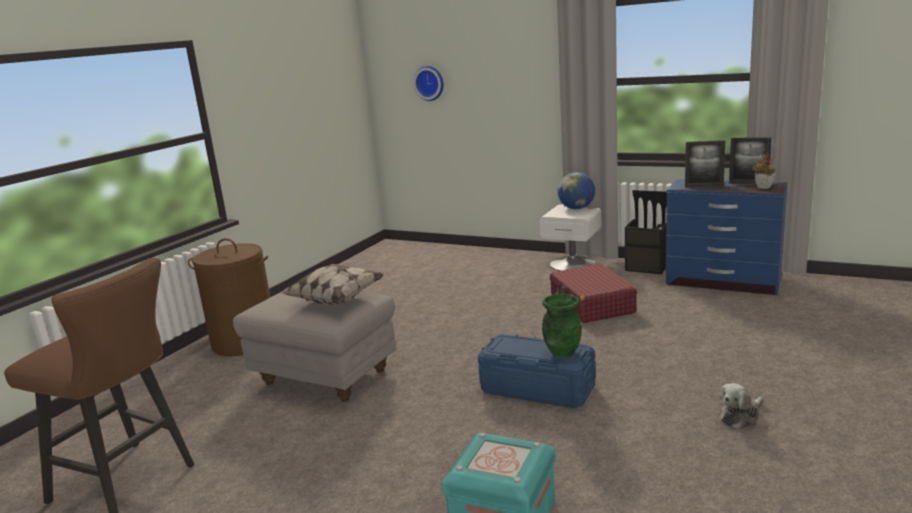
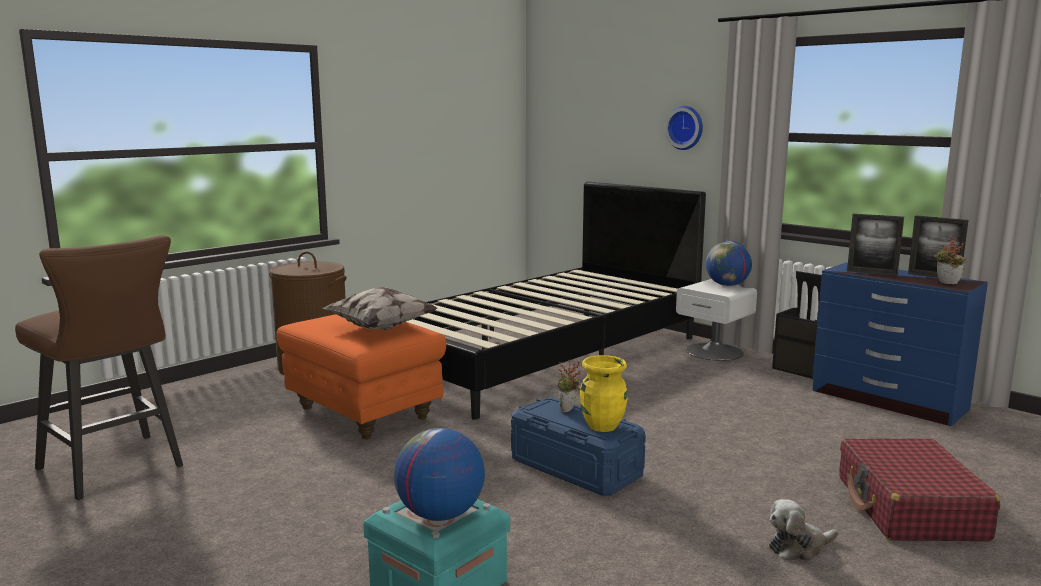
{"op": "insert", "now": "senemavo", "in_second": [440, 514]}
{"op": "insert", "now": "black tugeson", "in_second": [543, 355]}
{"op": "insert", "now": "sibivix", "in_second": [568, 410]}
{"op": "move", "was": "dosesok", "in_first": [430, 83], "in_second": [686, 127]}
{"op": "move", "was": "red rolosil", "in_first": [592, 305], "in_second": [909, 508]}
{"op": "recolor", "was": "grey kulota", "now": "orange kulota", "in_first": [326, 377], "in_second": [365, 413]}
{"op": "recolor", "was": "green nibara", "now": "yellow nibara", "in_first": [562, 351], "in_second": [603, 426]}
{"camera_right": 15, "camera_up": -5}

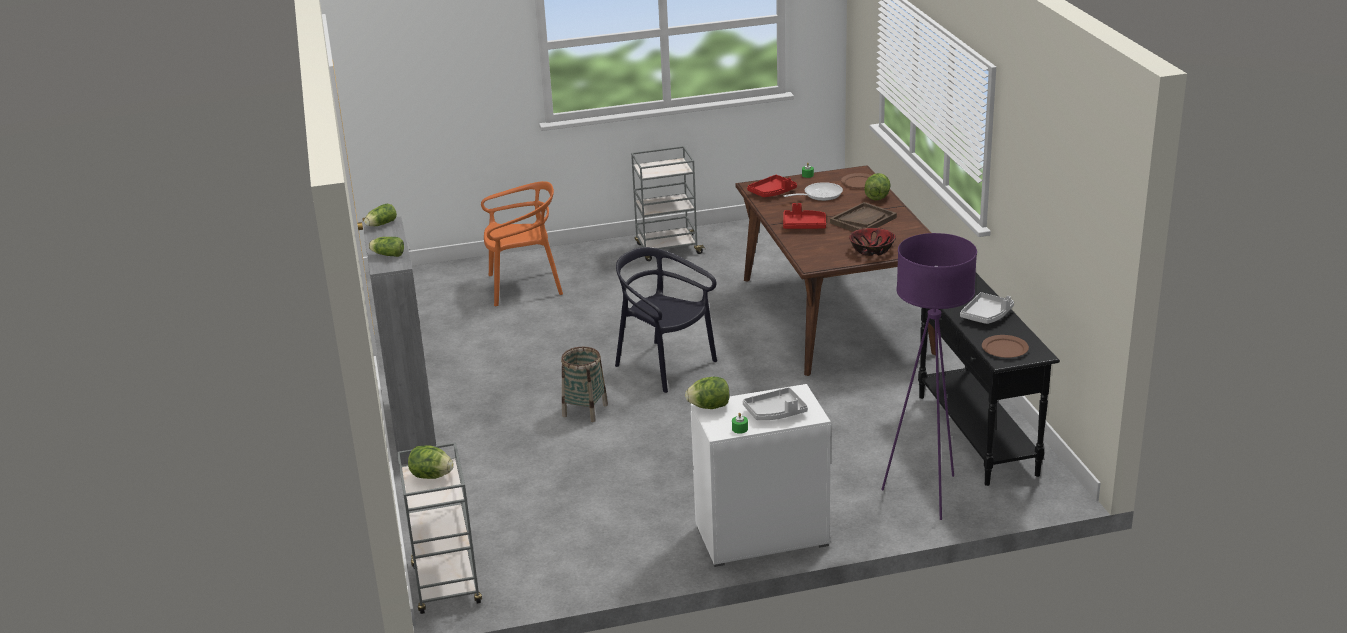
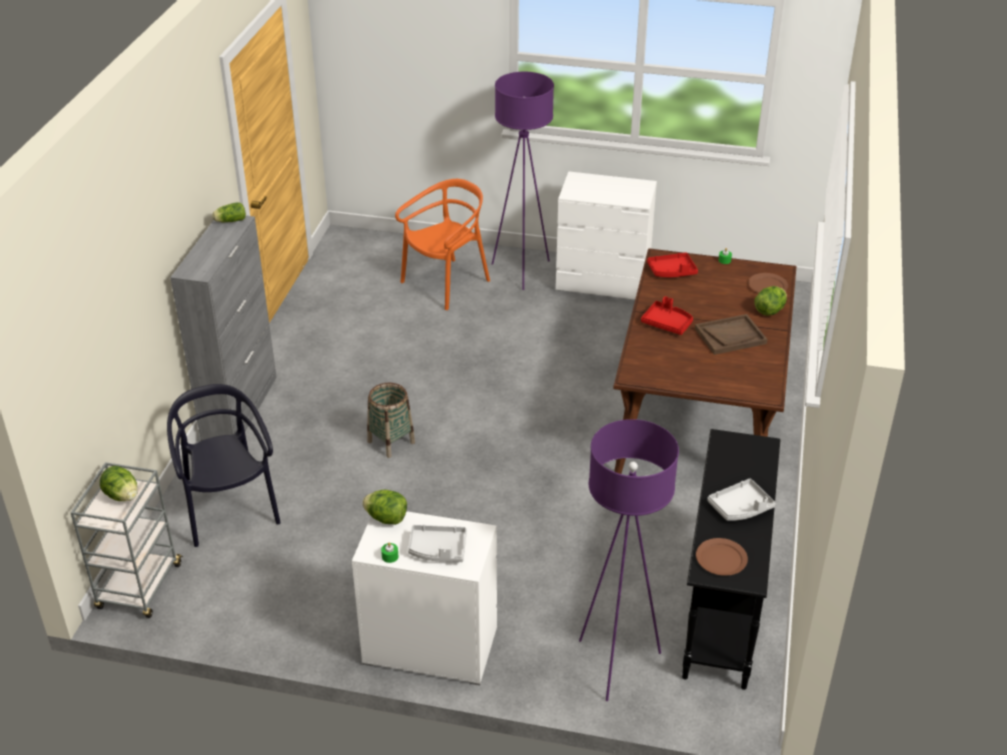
{"op": "delete", "was": "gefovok", "in_first": [387, 254]}
{"op": "delete", "was": "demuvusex", "in_first": [819, 195]}
{"op": "delete", "was": "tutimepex", "in_first": [871, 250]}
{"op": "insert", "now": "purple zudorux", "in_second": [522, 271]}
{"op": "move", "was": "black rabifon", "in_first": [664, 366], "in_second": [229, 510]}
{"op": "replace", "was": "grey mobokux", "now": "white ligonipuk", "in_first": [667, 249], "in_second": [603, 282]}
{"op": "rotate", "was": "orange rabifon", "in_first": [524, 286], "in_second": [446, 284], "clockwise": -60}
{"camera_right": 25, "camera_up": 10}

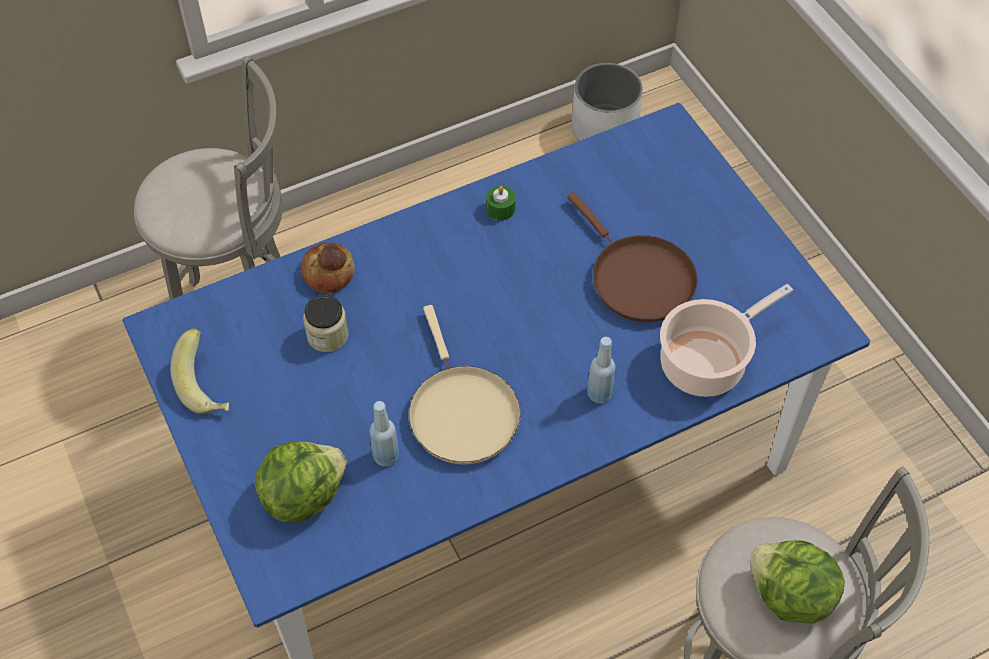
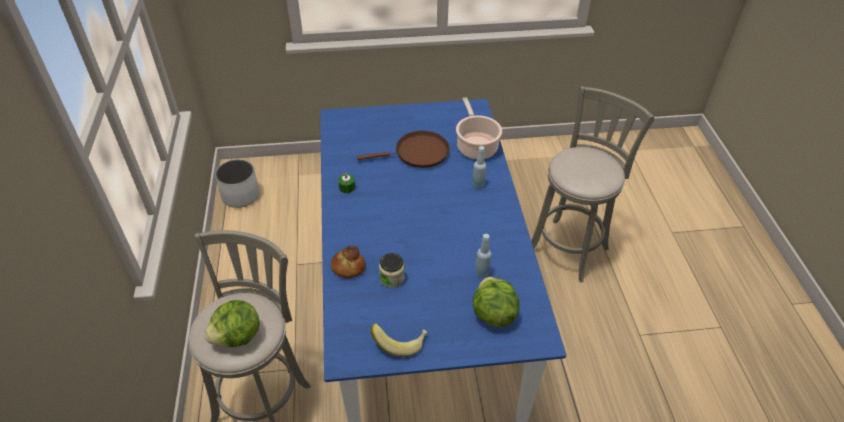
{"op": "delete", "was": "beige demuvusex", "in_first": [461, 412]}
{"op": "move", "was": "gefovok", "in_first": [790, 596], "in_second": [238, 337]}
{"camera_right": -70, "camera_up": -10}

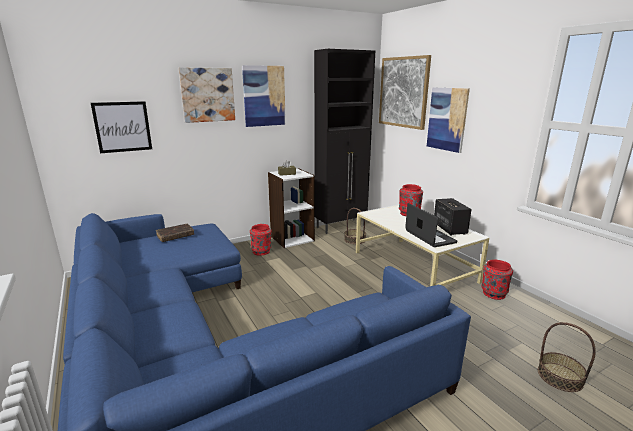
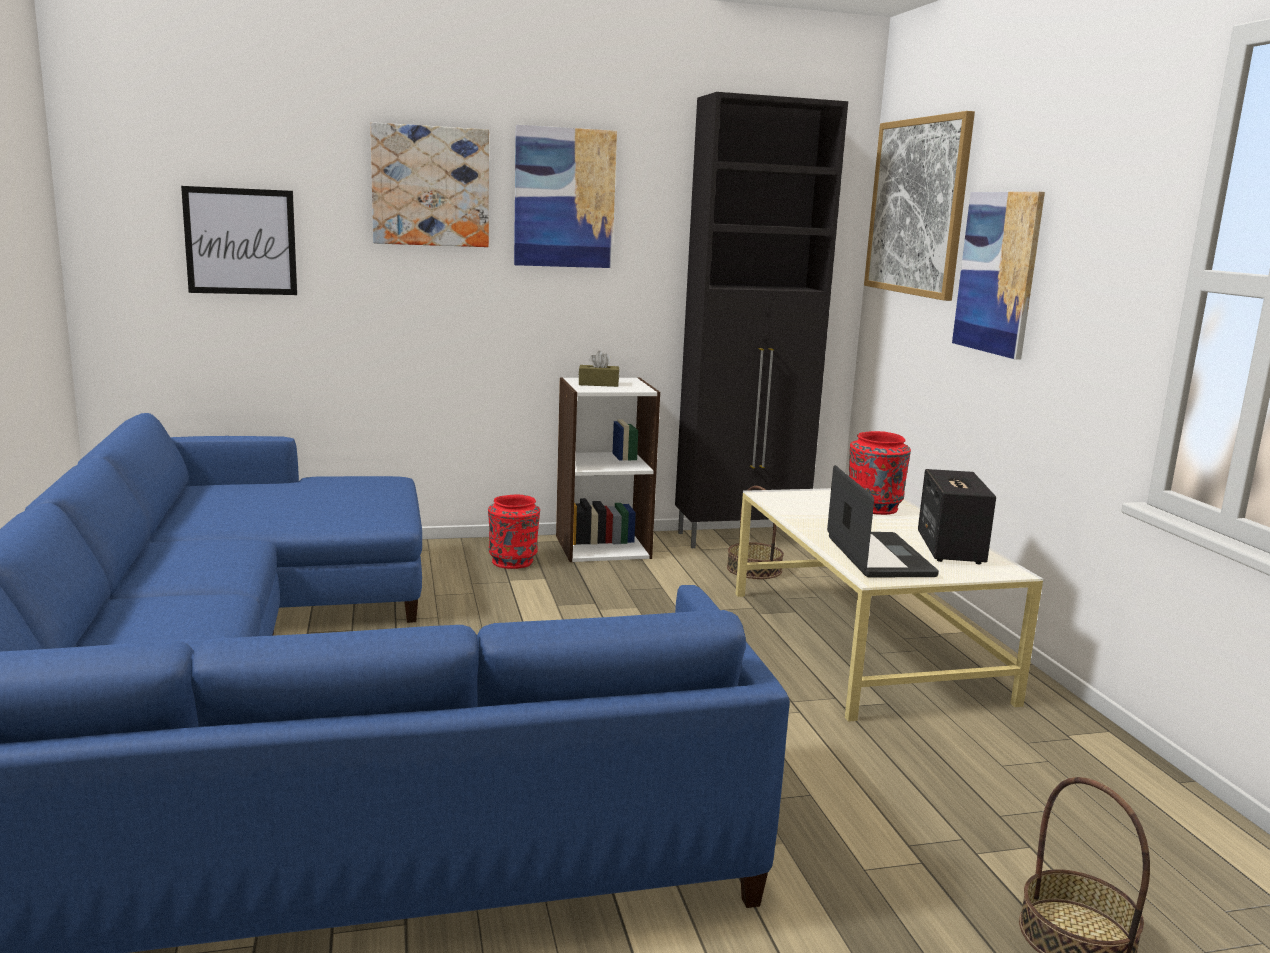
{"op": "delete", "was": "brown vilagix", "in_first": [175, 236]}
{"op": "delete", "was": "red nibara", "in_first": [493, 294]}
{"camera_right": 15, "camera_up": -5}

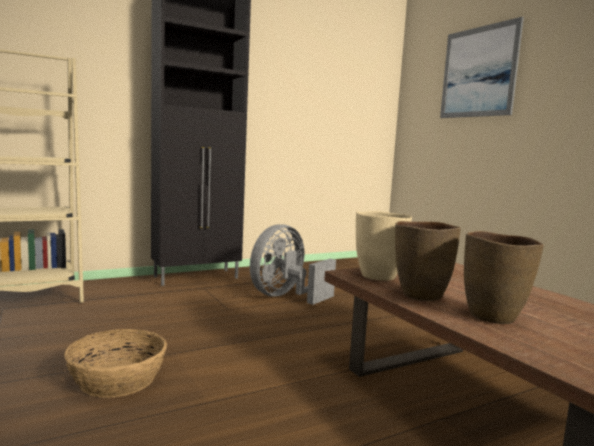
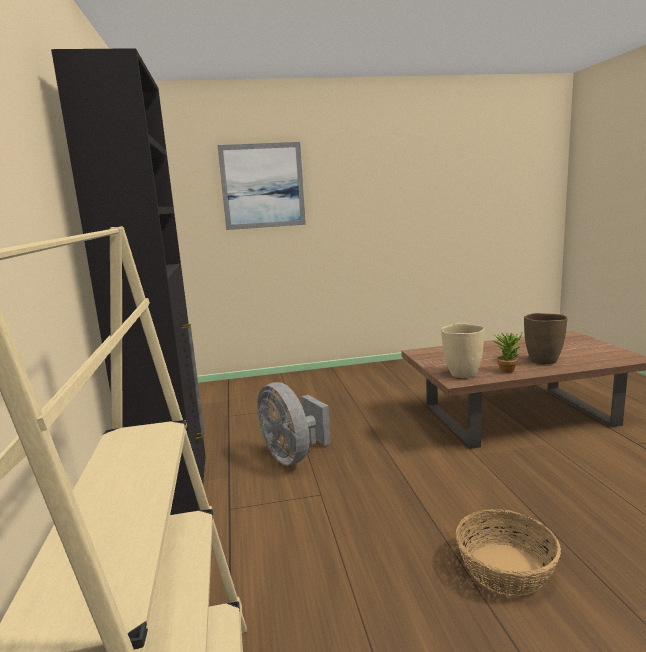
{"op": "replace", "was": "brown nibara", "now": "sibivix", "in_first": [420, 295], "in_second": [507, 369]}
{"camera_right": -70, "camera_up": 5}

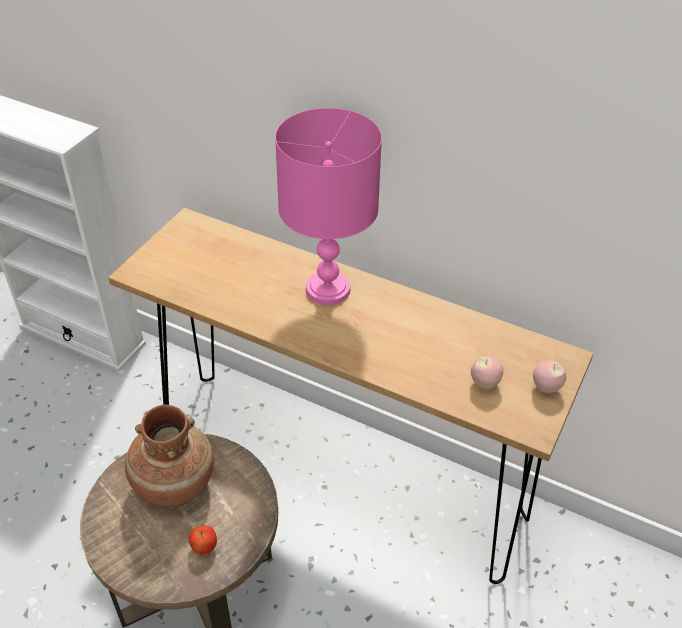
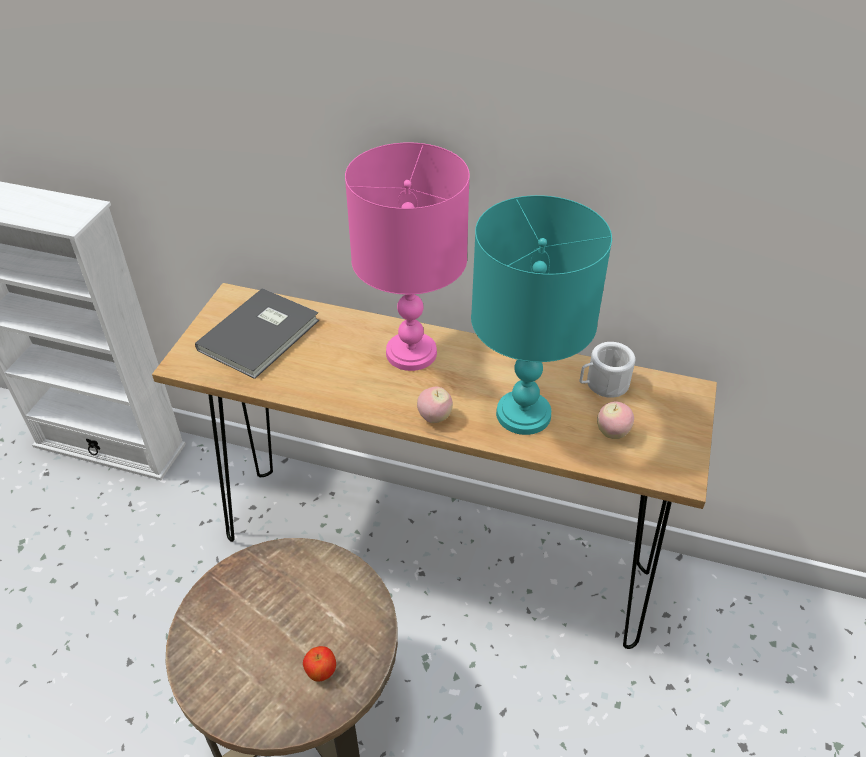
{"op": "delete", "was": "brown nibara", "in_first": [173, 482]}
{"op": "insert", "now": "grey vilagix", "in_second": [262, 335]}
{"op": "insert", "now": "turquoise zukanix", "in_second": [523, 415]}
{"op": "insert", "now": "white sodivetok", "in_second": [602, 384]}
{"op": "move", "was": "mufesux", "in_first": [546, 387], "in_second": [434, 417]}
{"camera_right": -10, "camera_up": 0}

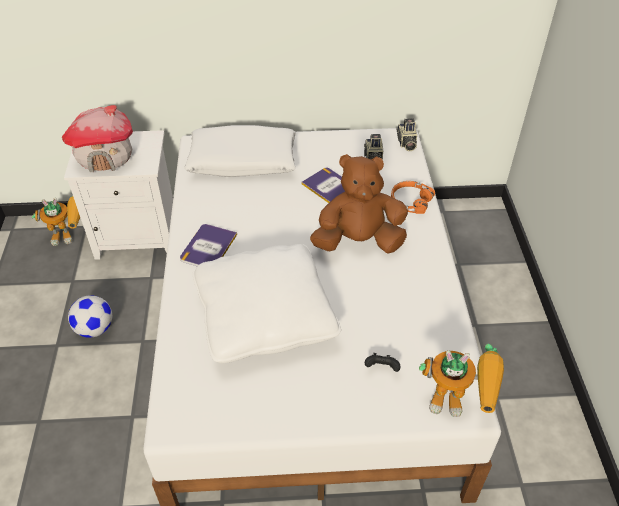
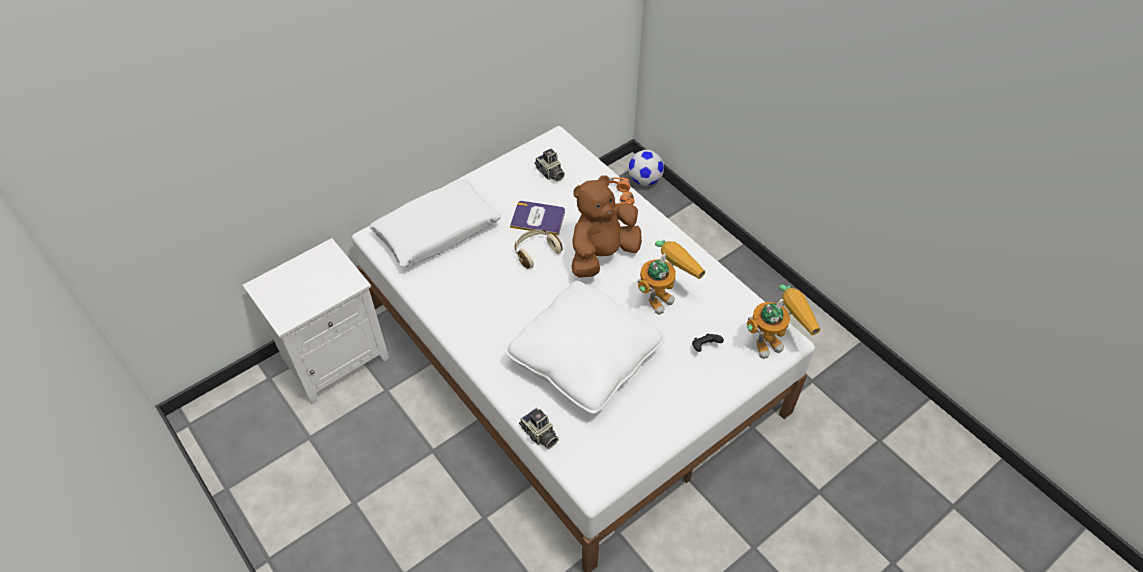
{"op": "delete", "was": "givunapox", "in_first": [106, 157]}
{"op": "delete", "was": "vilagix", "in_first": [208, 247]}
{"op": "insert", "now": "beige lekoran", "in_second": [536, 252]}
{"op": "move", "was": "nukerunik", "in_first": [71, 235], "in_second": [663, 294]}
{"op": "move", "was": "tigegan", "in_first": [95, 329], "in_second": [645, 180]}
{"op": "move", "was": "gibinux", "in_first": [406, 143], "in_second": [539, 435]}
{"camera_right": -35, "camera_up": 5}

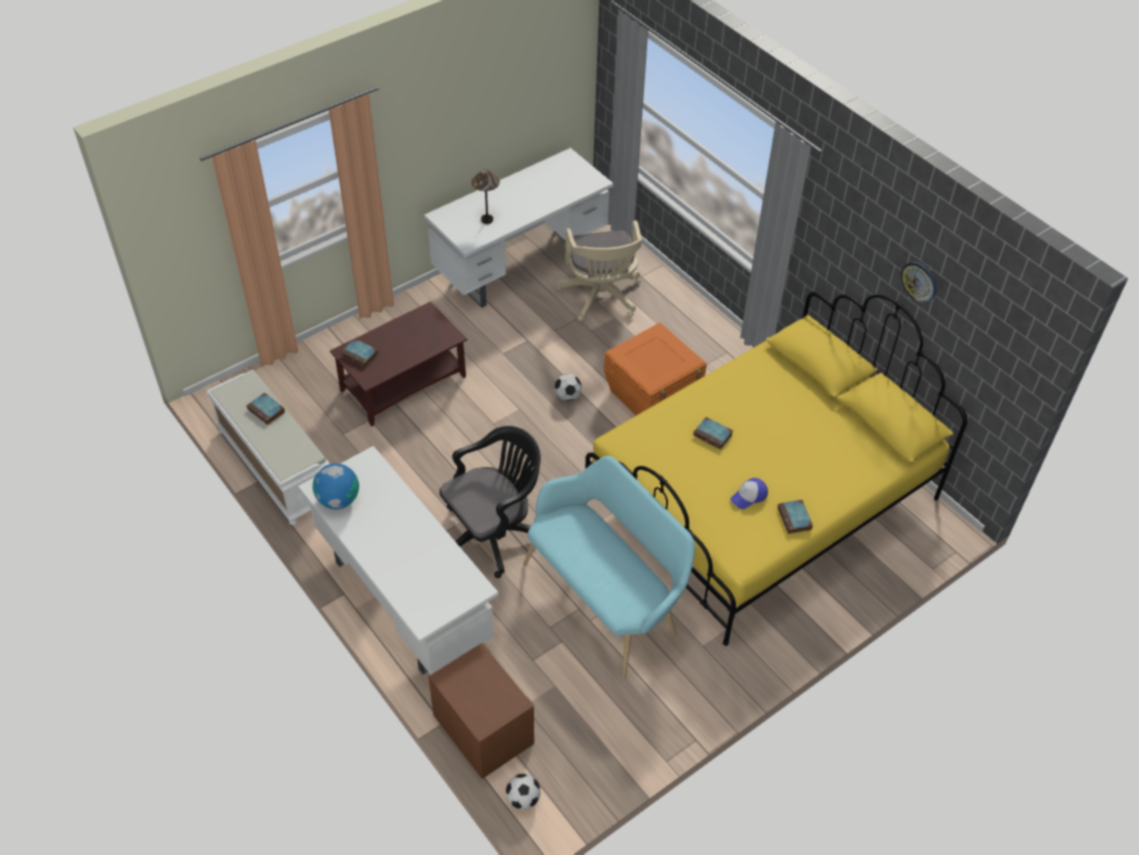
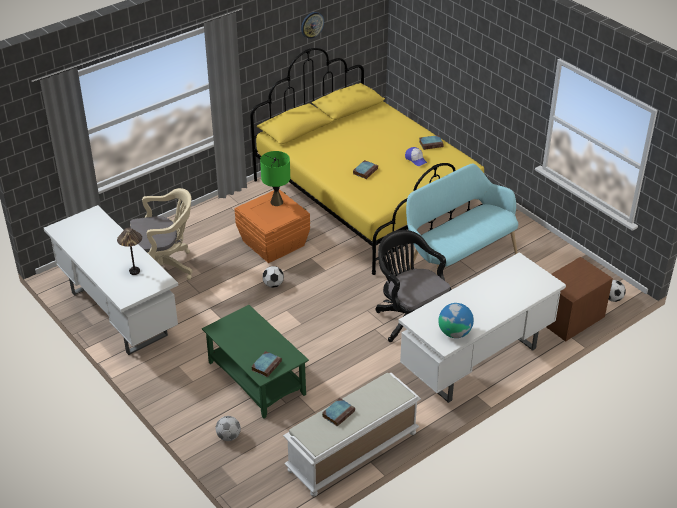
{"op": "insert", "now": "tigegan", "in_second": [228, 436]}
{"op": "insert", "now": "green zukanix", "in_second": [276, 202]}
{"op": "recolor", "was": "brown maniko", "now": "green maniko", "in_first": [404, 383], "in_second": [255, 378]}
{"camera_right": -90, "camera_up": -10}

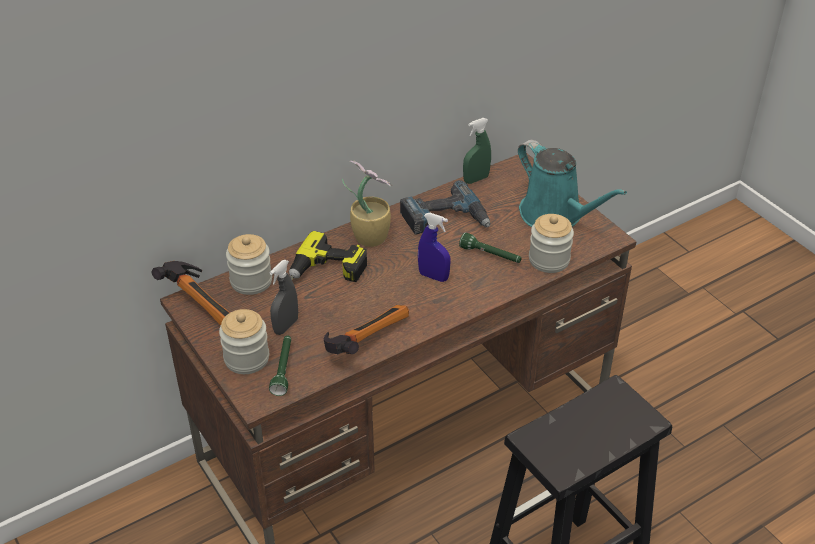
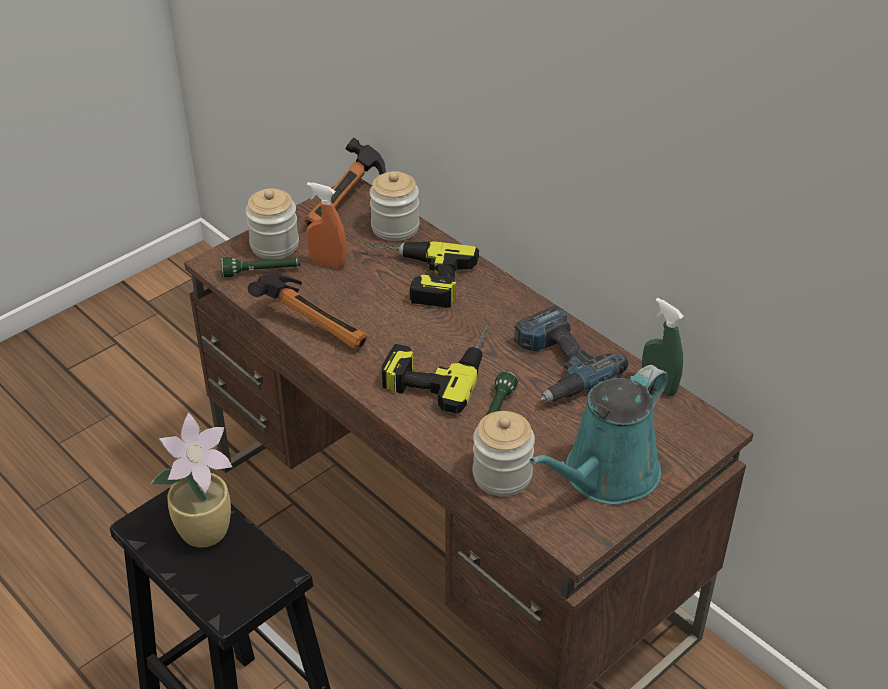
{"op": "move", "was": "sibivix", "in_first": [370, 236], "in_second": [207, 529]}
{"op": "replace", "was": "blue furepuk", "now": "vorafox", "in_first": [433, 276], "in_second": [438, 367]}
{"op": "recolor", "was": "grey furepuk", "now": "orange furepuk", "in_first": [286, 326], "in_second": [328, 263]}
{"camera_right": 80, "camera_up": 0}

